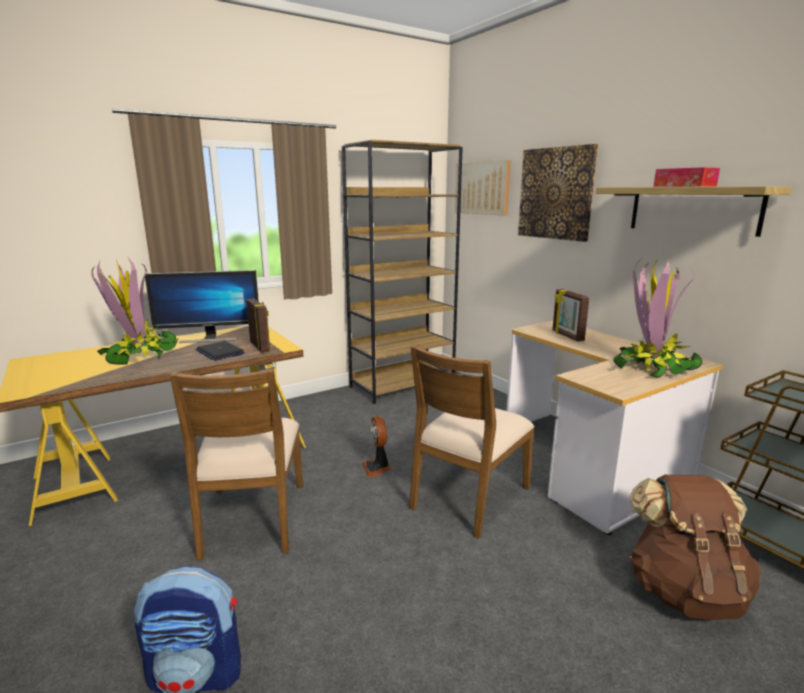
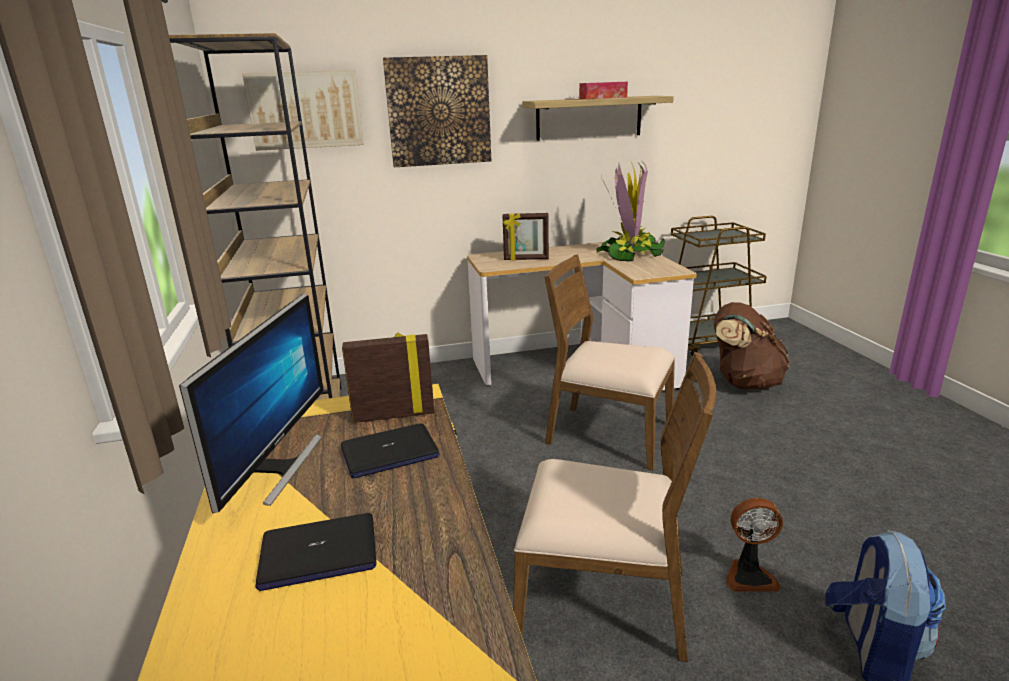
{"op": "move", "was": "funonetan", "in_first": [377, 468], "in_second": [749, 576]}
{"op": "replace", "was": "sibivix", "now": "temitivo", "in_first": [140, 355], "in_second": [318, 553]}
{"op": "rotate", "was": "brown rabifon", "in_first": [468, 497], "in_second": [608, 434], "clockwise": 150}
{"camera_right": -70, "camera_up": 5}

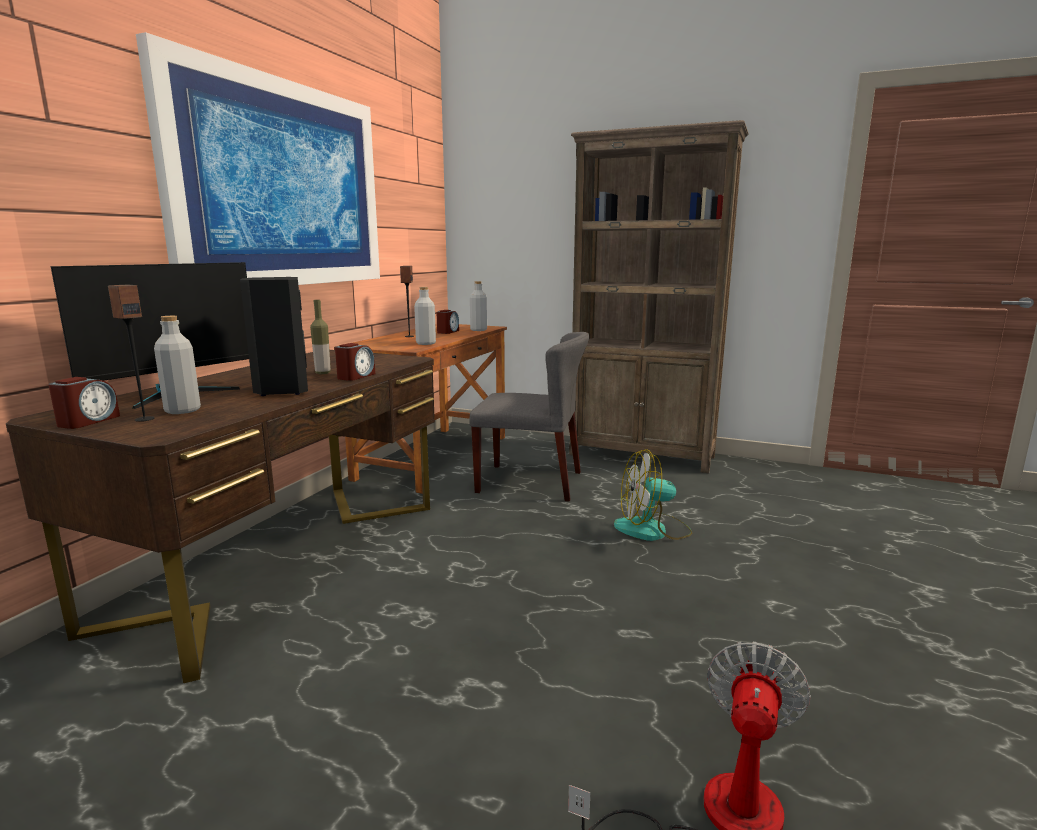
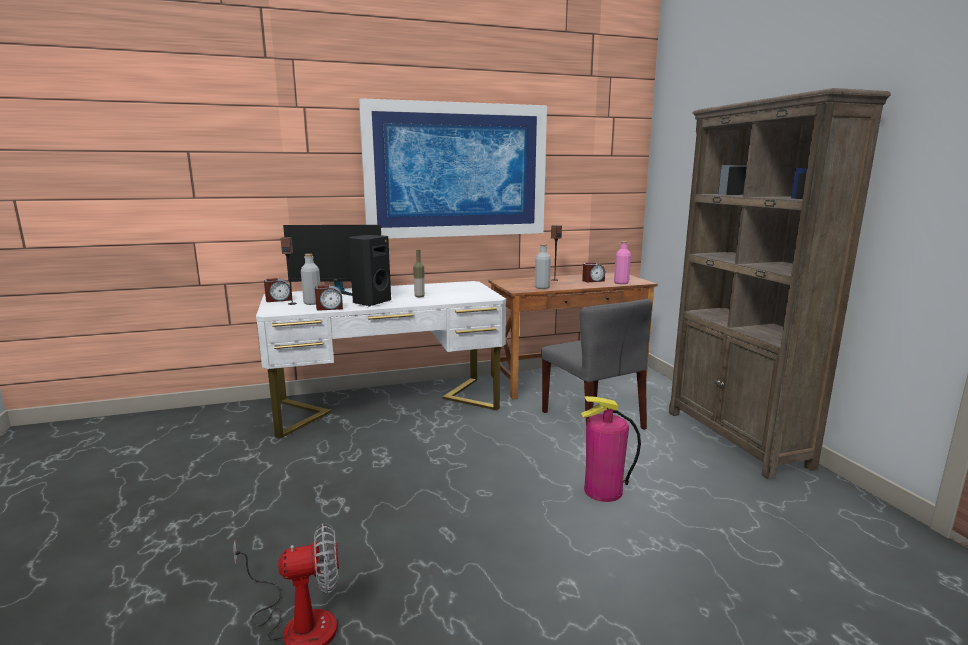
{"op": "move", "was": "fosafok", "in_first": [356, 376], "in_second": [329, 308]}
{"op": "replace", "was": "funonetan", "now": "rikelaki", "in_first": [652, 530], "in_second": [603, 491]}
{"op": "recolor", "was": "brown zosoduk", "now": "white zosoduk", "in_first": [285, 560], "in_second": [388, 405]}
{"op": "recolor", "was": "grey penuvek", "now": "pink penuvek", "in_first": [478, 330], "in_second": [621, 283]}
{"camera_right": 50, "camera_up": 0}

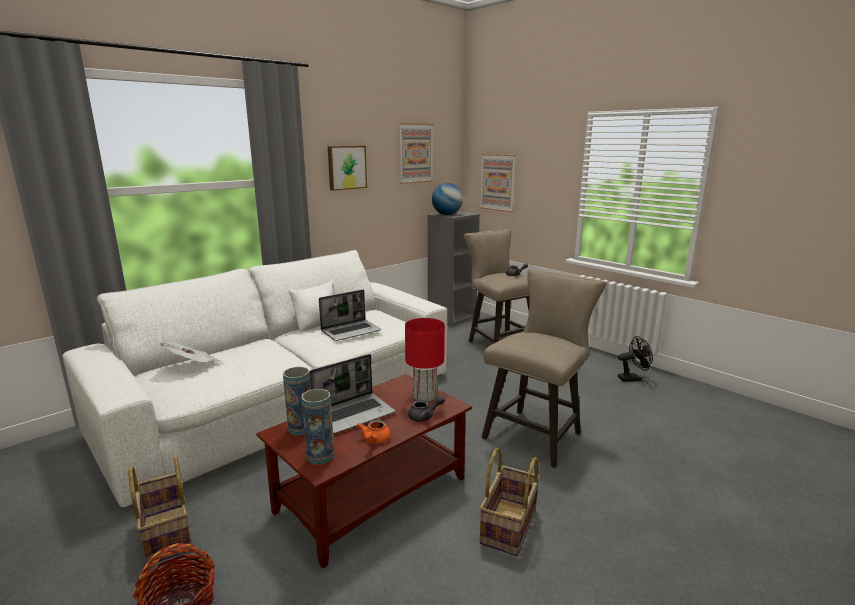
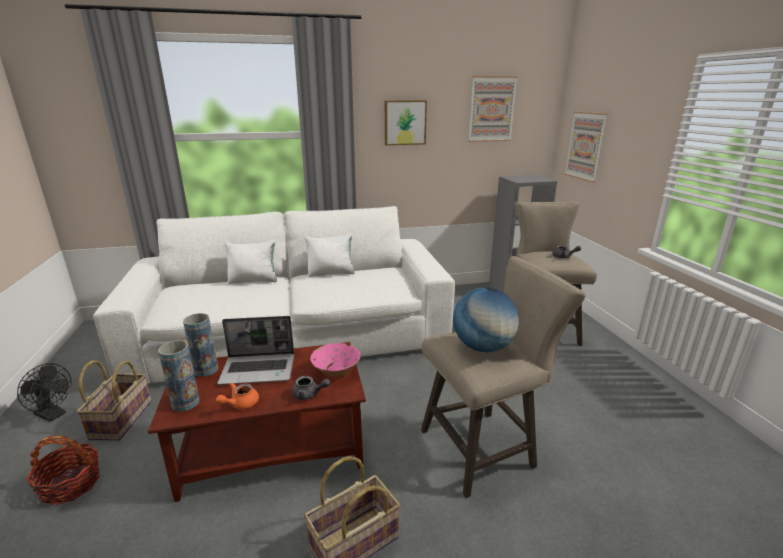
{"op": "delete", "was": "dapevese", "in_first": [193, 365]}
{"op": "delete", "was": "temitivo", "in_first": [351, 331]}
{"op": "insert", "now": "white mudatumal", "in_second": [254, 280]}
{"op": "move", "was": "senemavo", "in_first": [447, 214], "in_second": [482, 347]}
{"op": "move", "was": "black funonetan", "in_first": [633, 378], "in_second": [53, 415]}
{"op": "replace", "was": "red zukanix", "now": "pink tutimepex", "in_first": [425, 396], "in_second": [336, 371]}
{"camera_right": 30, "camera_up": 5}

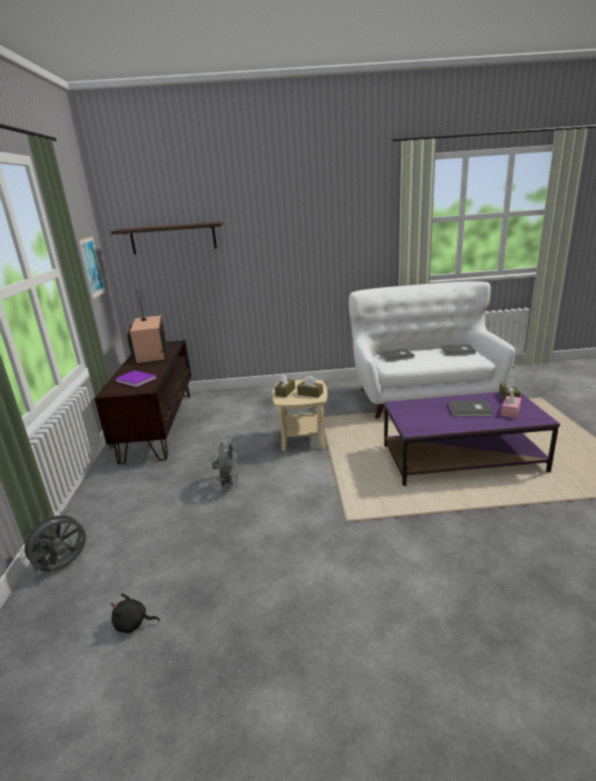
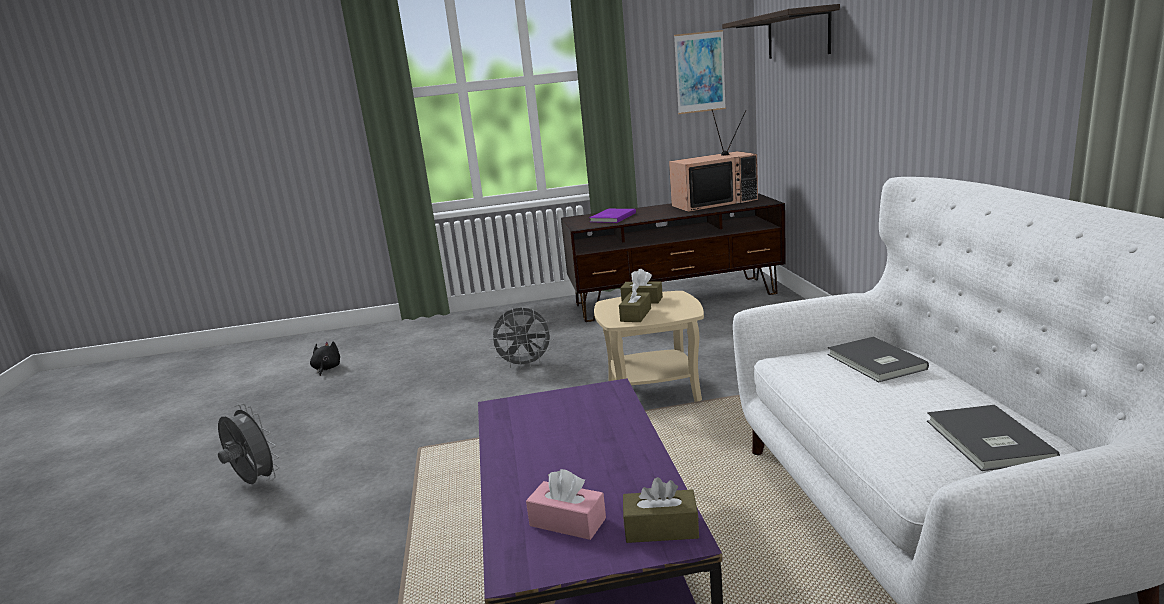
{"op": "delete", "was": "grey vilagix", "in_first": [470, 410]}
{"op": "move", "was": "grey funonetan", "in_first": [63, 566], "in_second": [254, 483]}
{"camera_right": 85, "camera_up": -5}

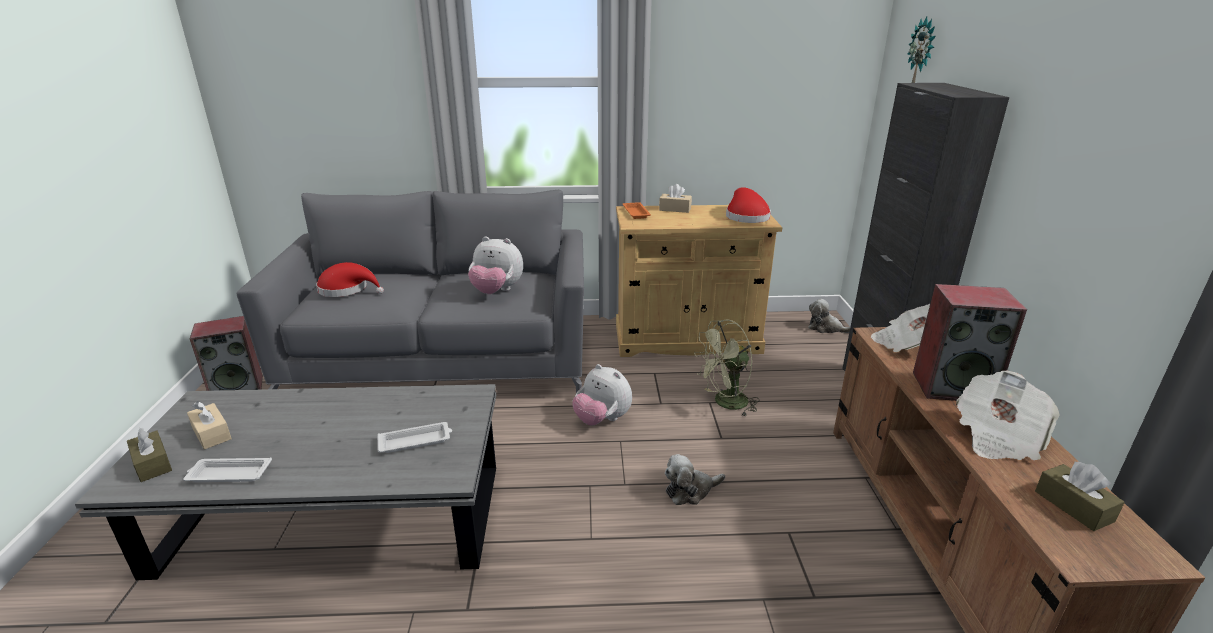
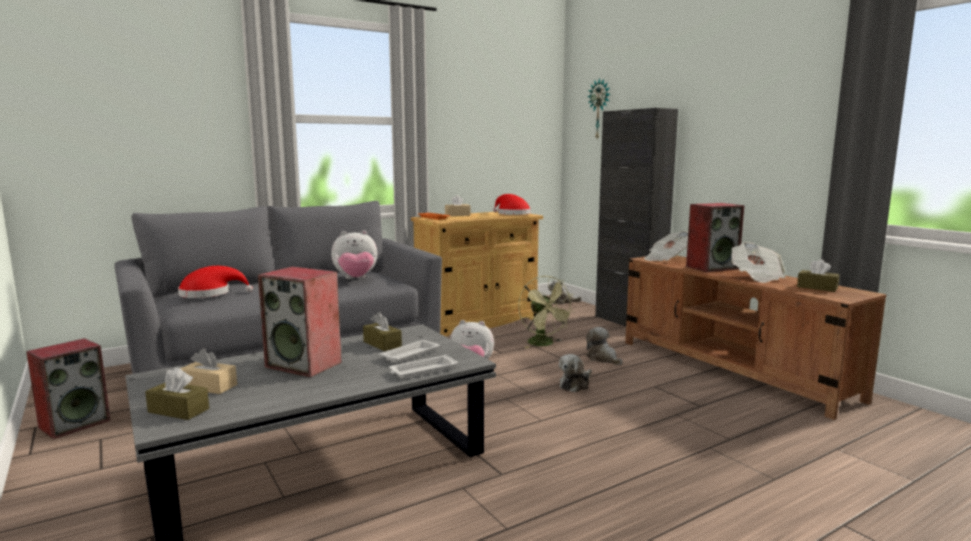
{"op": "insert", "now": "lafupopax", "in_second": [305, 364]}
{"op": "insert", "now": "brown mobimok", "in_second": [382, 344]}
{"op": "insert", "now": "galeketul", "in_second": [603, 358]}
{"op": "move", "was": "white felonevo", "in_first": [228, 474], "in_second": [422, 371]}
{"op": "rotate", "was": "green funonetan", "in_first": [725, 403], "in_second": [544, 344], "clockwise": -60}
{"camera_right": -30, "camera_up": -15}

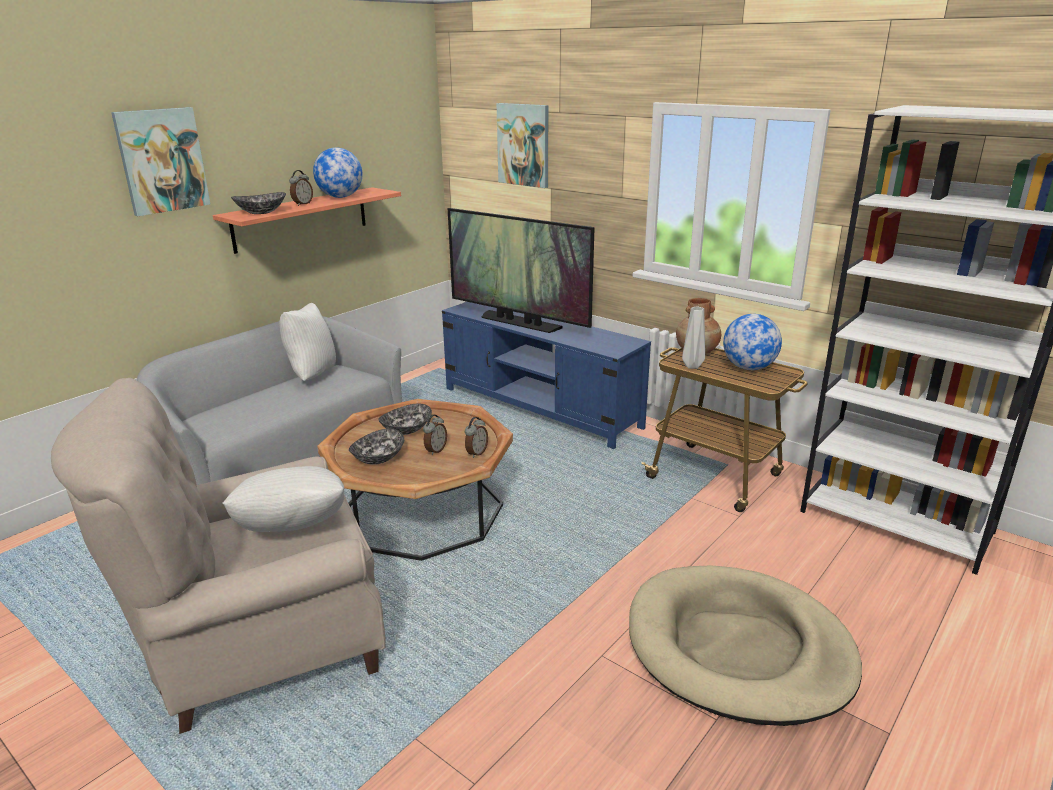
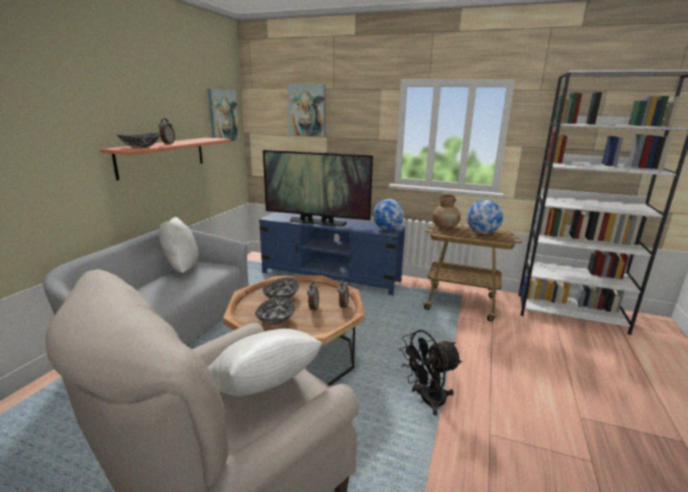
{"op": "delete", "was": "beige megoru", "in_first": [738, 648]}
{"op": "delete", "was": "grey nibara", "in_first": [692, 366]}
{"op": "insert", "now": "black funonetan", "in_second": [427, 401]}
{"op": "move", "was": "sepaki", "in_first": [162, 160], "in_second": [223, 116]}
{"op": "move", "was": "senemavo", "in_first": [340, 197], "in_second": [387, 229]}
{"camera_right": -20, "camera_up": -5}

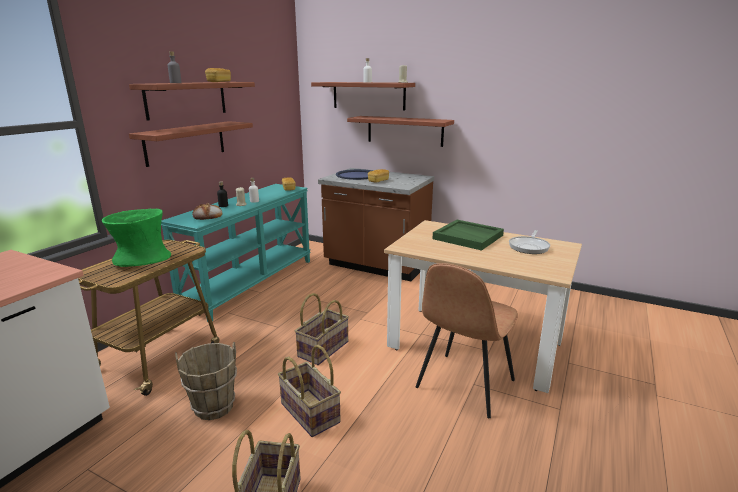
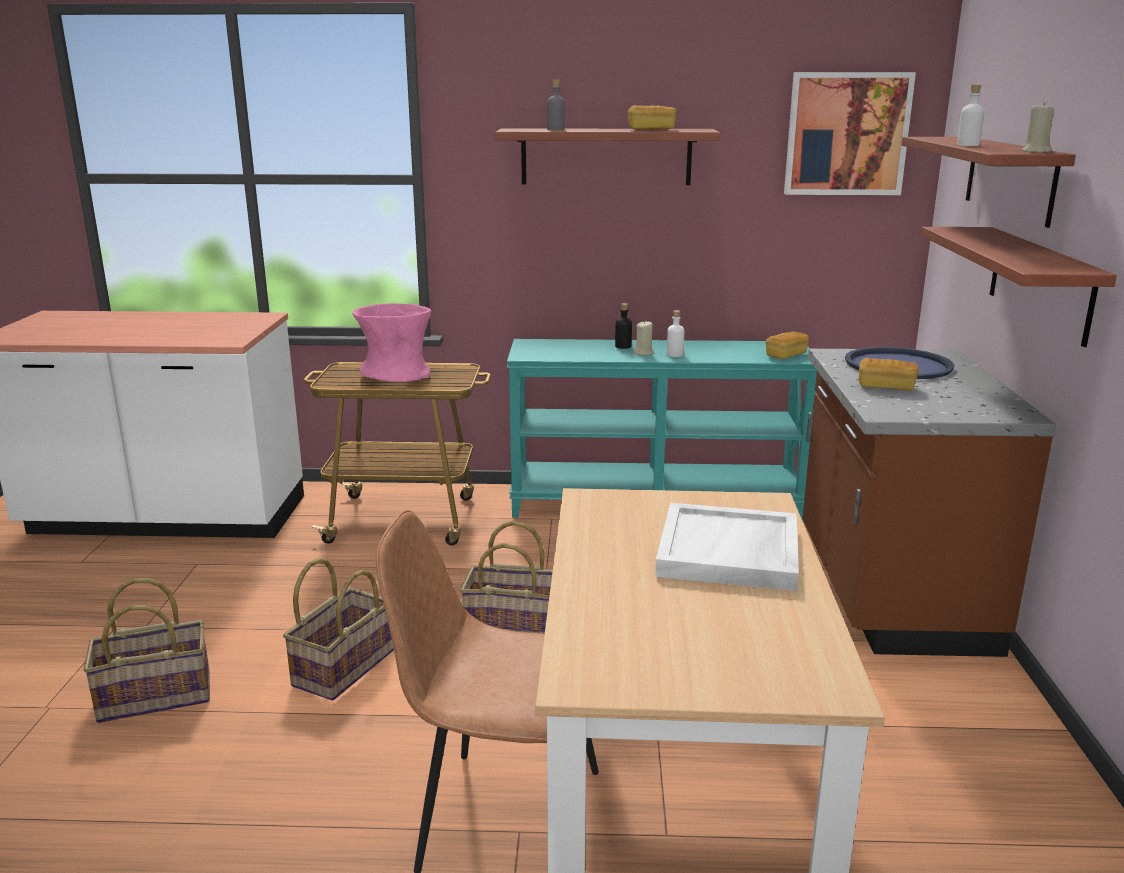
{"op": "delete", "was": "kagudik", "in_first": [186, 142]}
{"op": "delete", "was": "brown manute", "in_first": [214, 406]}
{"op": "delete", "was": "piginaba", "in_first": [208, 216]}
{"op": "delete", "was": "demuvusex", "in_first": [529, 247]}
{"op": "insert", "now": "sepaki", "in_second": [846, 134]}
{"op": "recolor", "was": "green nibara", "now": "pink nibara", "in_first": [142, 260], "in_second": [396, 375]}
{"op": "recolor", "was": "green felonevo", "now": "white felonevo", "in_first": [468, 237], "in_second": [729, 552]}
{"camera_right": 65, "camera_up": 0}

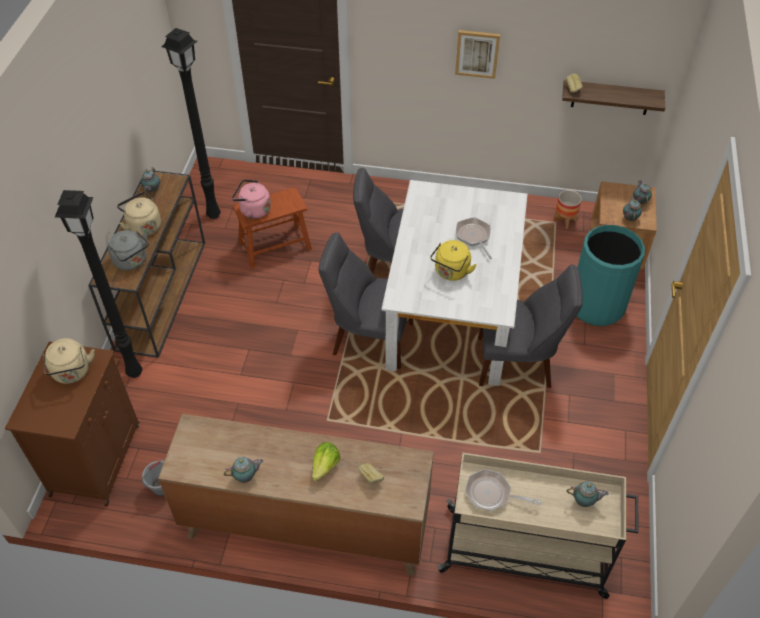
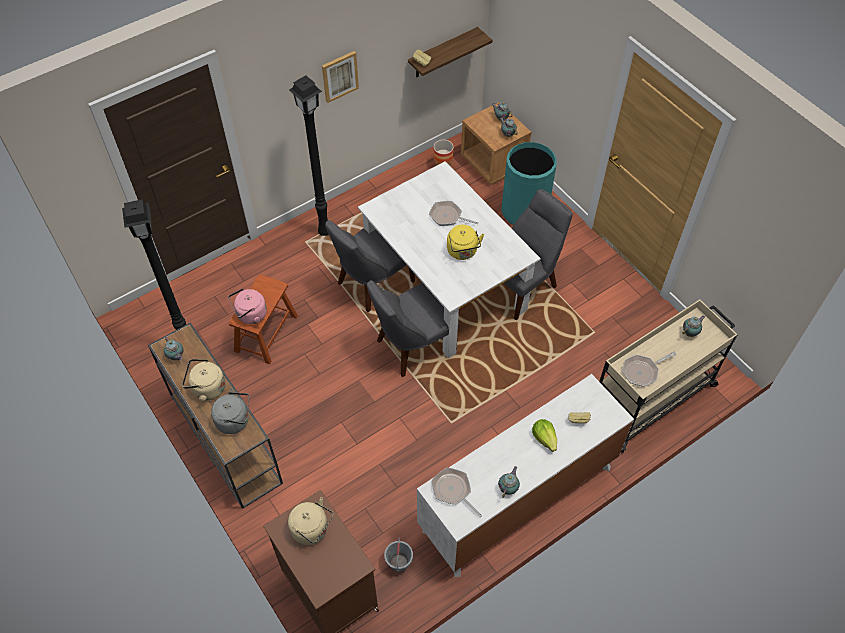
{"op": "insert", "now": "demuvusex", "in_second": [453, 491]}
{"op": "move", "was": "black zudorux", "in_first": [134, 371], "in_second": [323, 232]}
{"op": "recolor", "was": "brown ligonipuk", "now": "white ligonipuk", "in_first": [305, 526], "in_second": [517, 499]}
{"camera_right": -45, "camera_up": 5}

